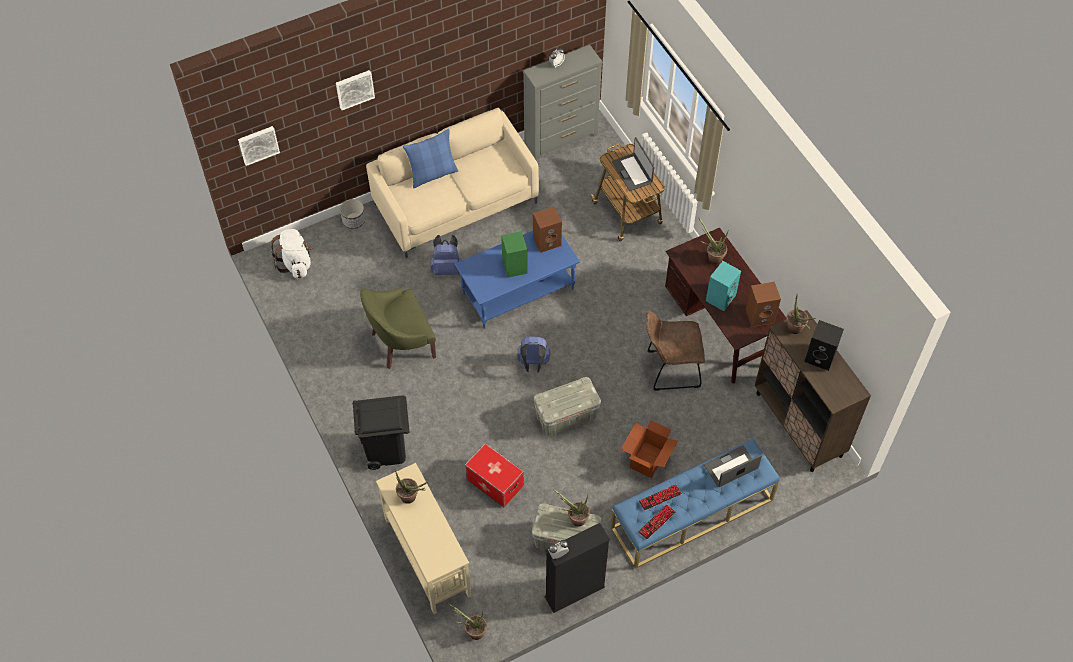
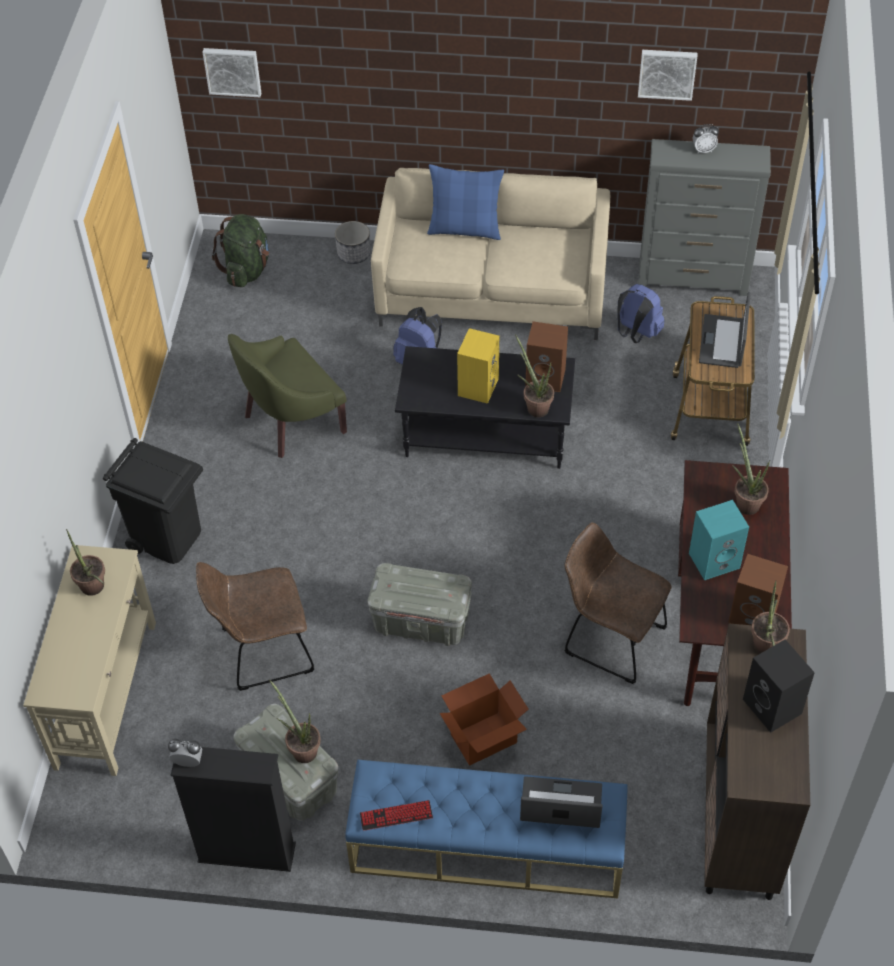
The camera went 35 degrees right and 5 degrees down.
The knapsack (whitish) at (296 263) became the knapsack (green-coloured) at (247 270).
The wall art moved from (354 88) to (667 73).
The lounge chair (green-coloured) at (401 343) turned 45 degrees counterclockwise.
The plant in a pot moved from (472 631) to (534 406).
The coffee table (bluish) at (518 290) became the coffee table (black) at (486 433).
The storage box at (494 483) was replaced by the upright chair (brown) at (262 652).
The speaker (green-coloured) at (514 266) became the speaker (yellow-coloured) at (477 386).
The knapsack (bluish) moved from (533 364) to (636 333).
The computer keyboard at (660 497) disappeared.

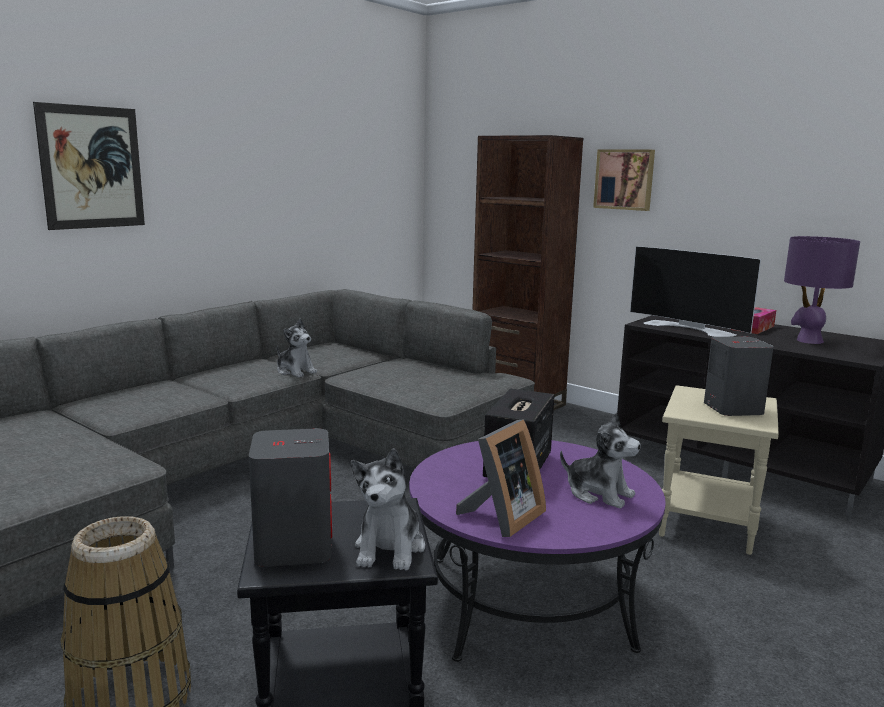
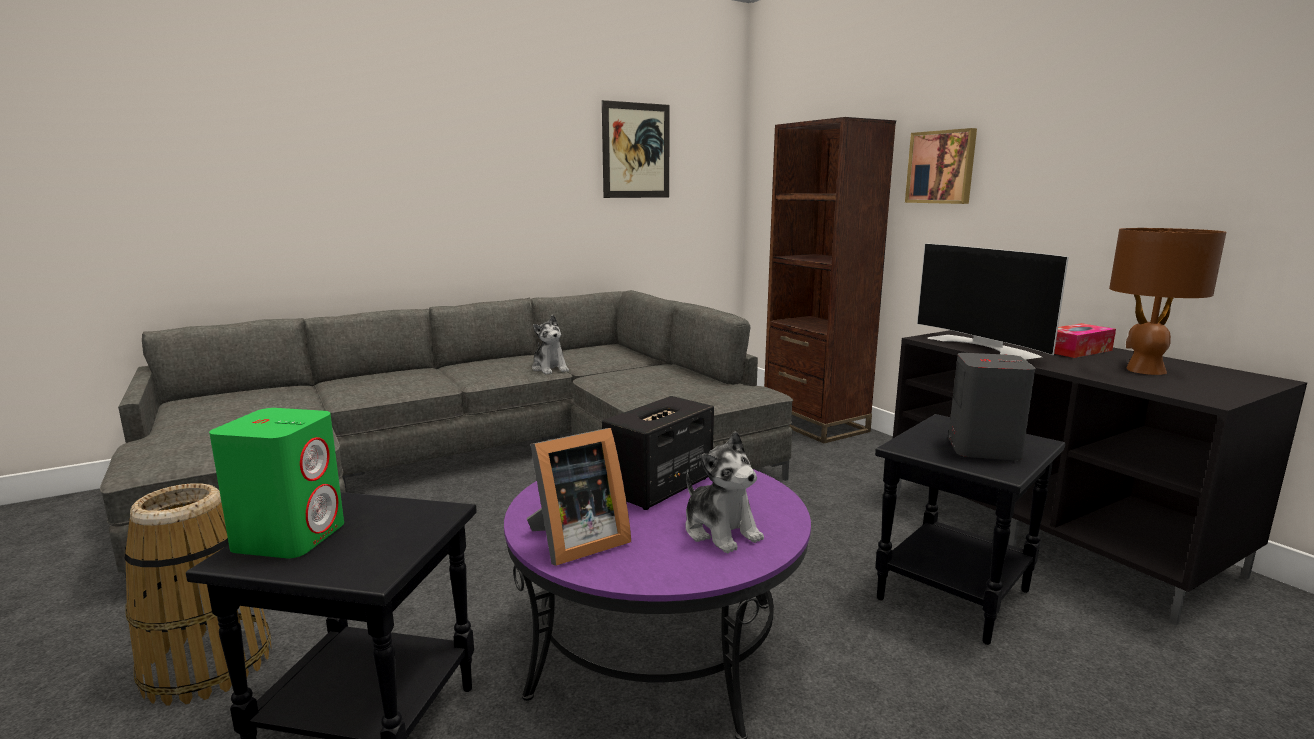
The camera went 20 degrees right and 0 degrees up.
The wall art moved from (92 167) to (636 151).
The speaker (gray) at (293 546) became the speaker (green-coloured) at (290 537).
The soft toy at (390 548) disappeared.
The side table (beige-coloured) at (709 525) became the side table (black) at (955 596).
The lamp for a table (purple-coloured) at (809 340) became the lamp for a table (brown) at (1144 370).

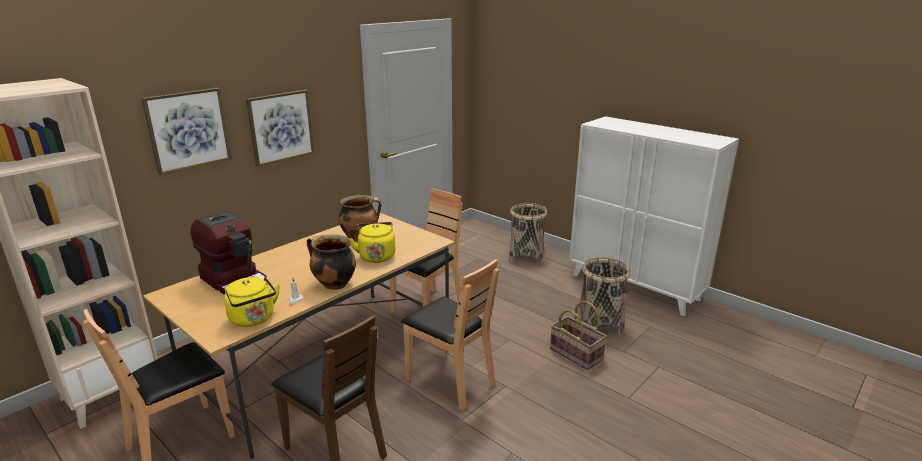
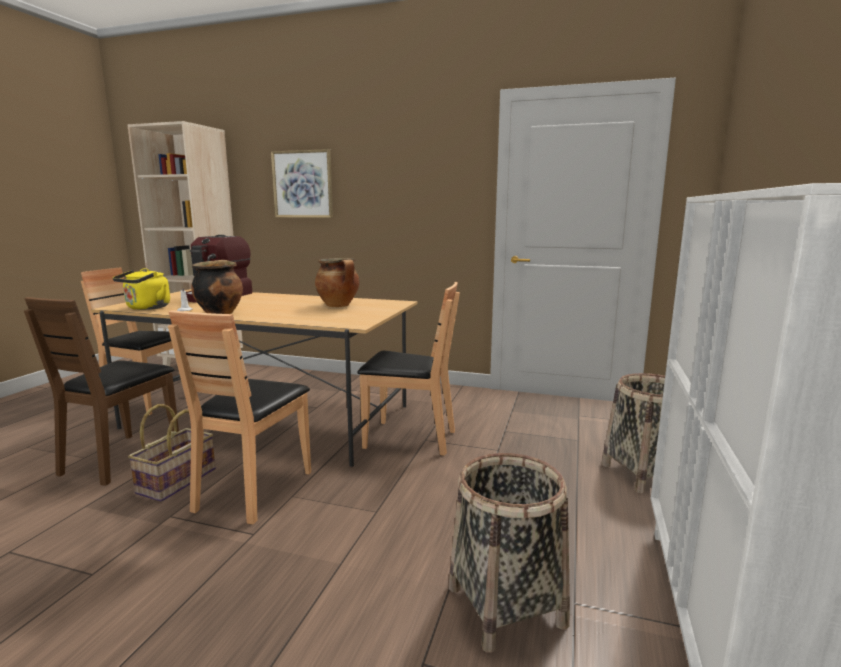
The camera went 65 degrees right and 10 degrees down.
The wall art at (281 127) disappeared.
The kettle (yellow-coloured) at (376 256) disappeared.
The household basket moved from (576 354) to (177 481).

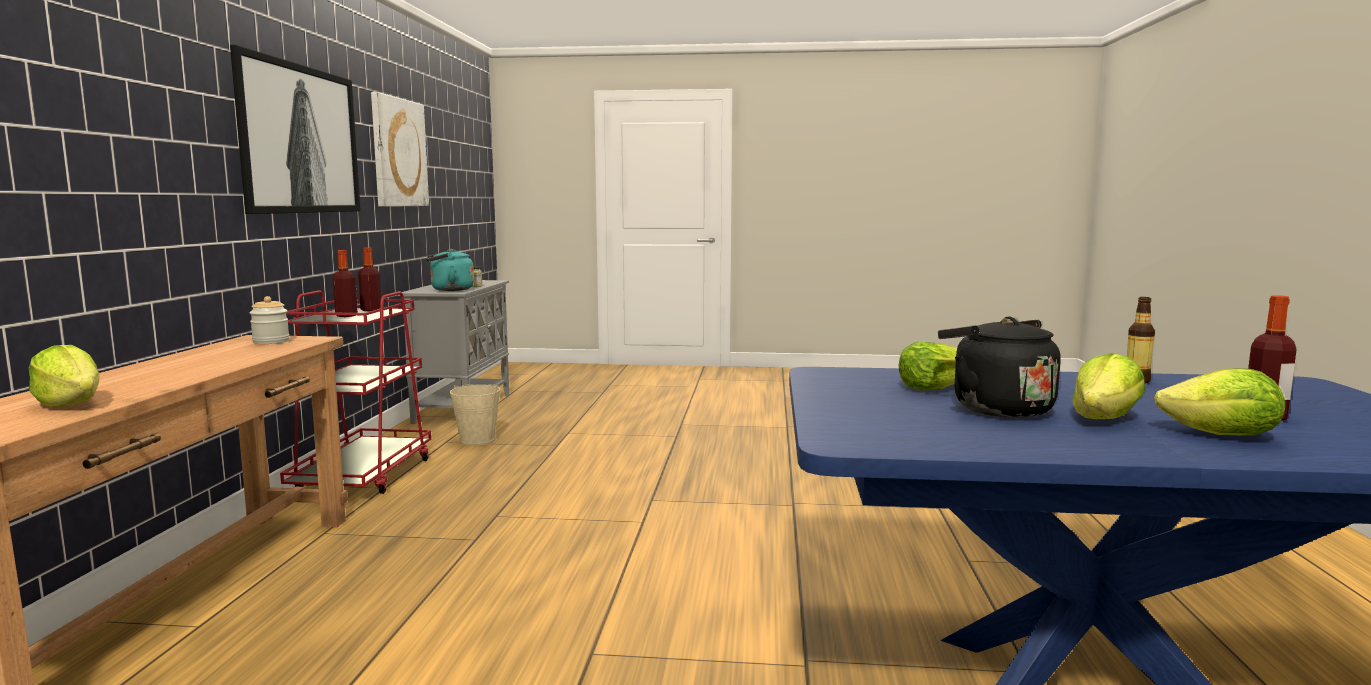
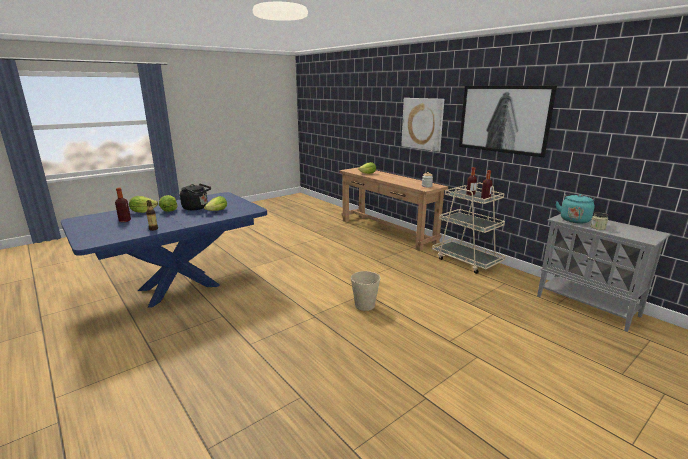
The camera went 135 degrees right and 10 degrees up.
The cart (red) at (364 476) became the cart (beige-coloured) at (466 261).
The wall art moved from (398 153) to (422 124).
The water bucket (beige-coloured) moved from (477 440) to (364 305).

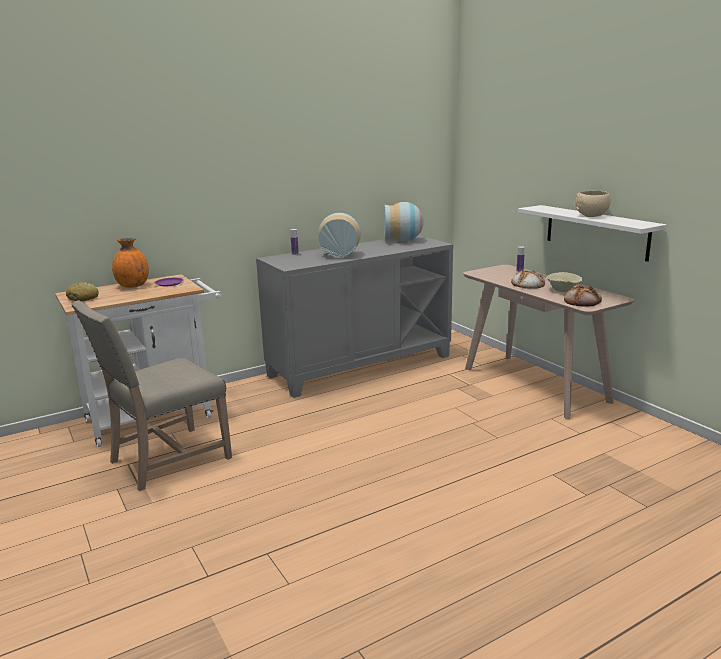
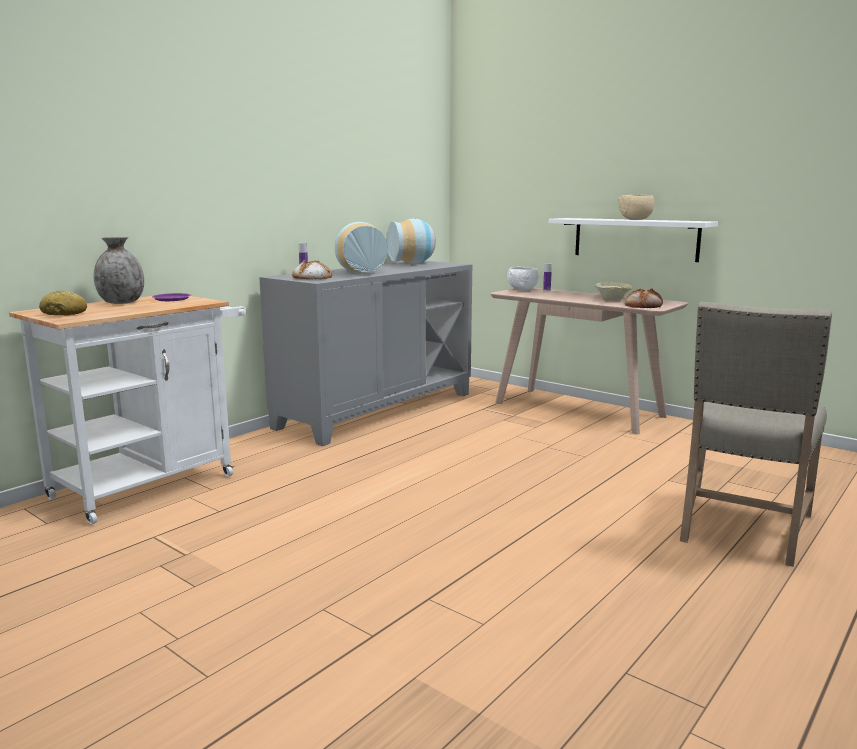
The camera went 20 degrees left and 5 degrees down.
The upright chair (beige-coloured) moved from (166 460) to (742 528).
The decorative vase (orangey) at (133 286) became the decorative vase (gray) at (121 302).
The bread moved from (527 284) to (312 277).
The deep dish (whitish) at (523 289) appeared.

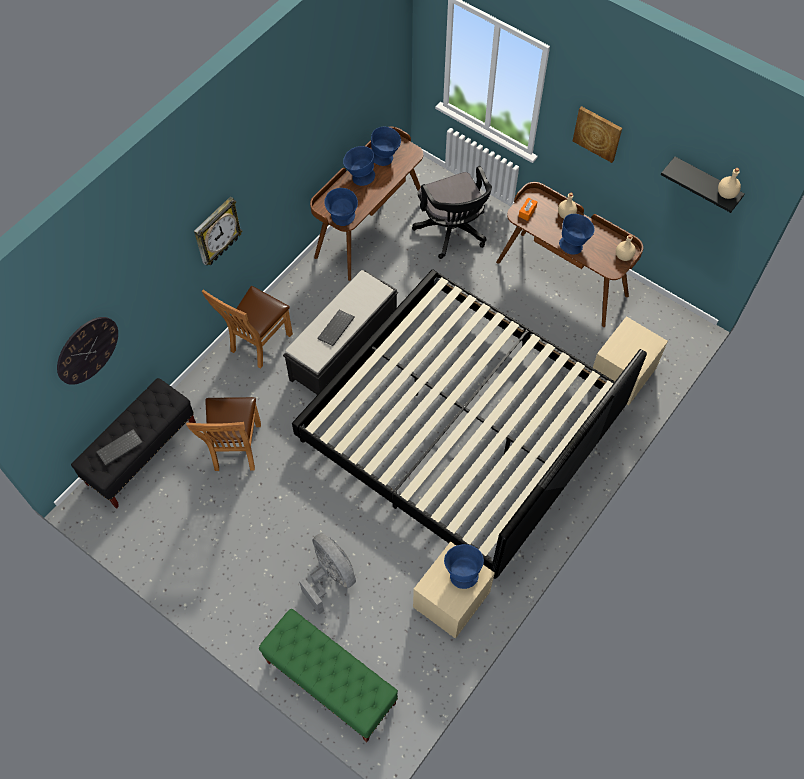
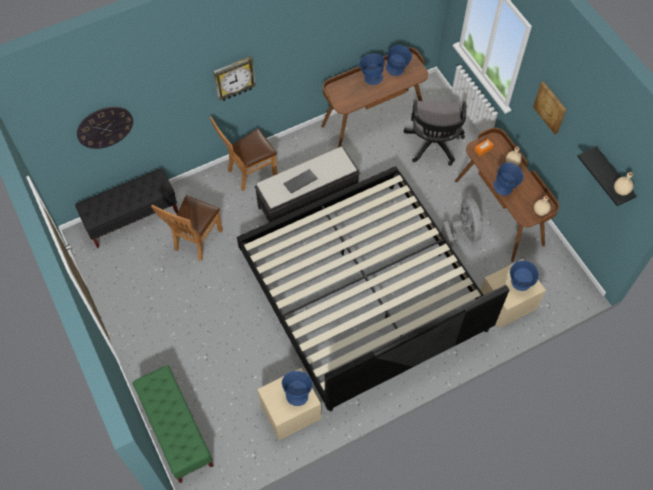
The camera went 25 degrees right and 0 degrees up.
The computer keyboard at (120 448) disappeared.
The cooling fan (gray) moved from (330 577) to (463 233).
The deep dish (bluish) moved from (342 220) to (519 285).

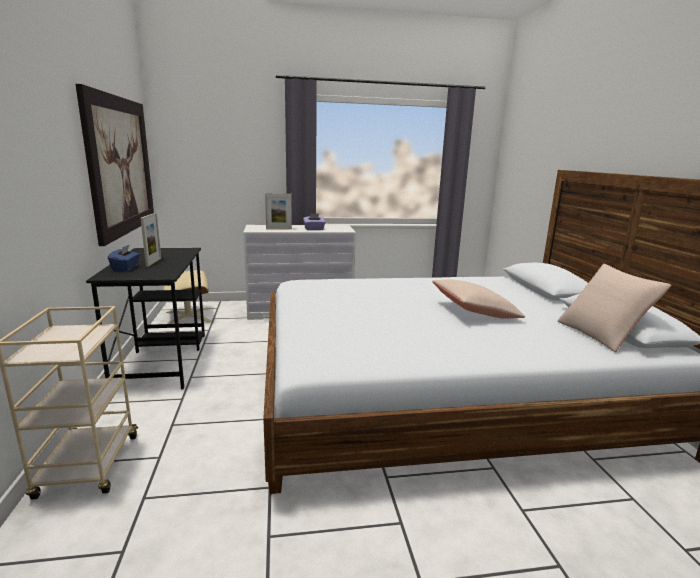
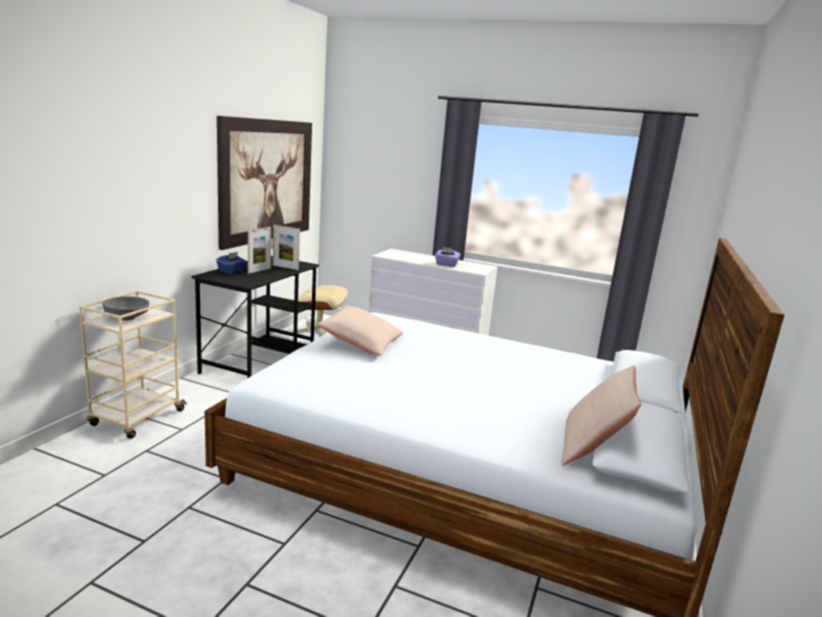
The camera went 30 degrees right and 0 degrees up.
The picture frame moved from (279 229) to (285 267).
The throw pillow (beige-coloured) moved from (474 311) to (361 342).
The deep dish (gray) at (126 318) appeared.

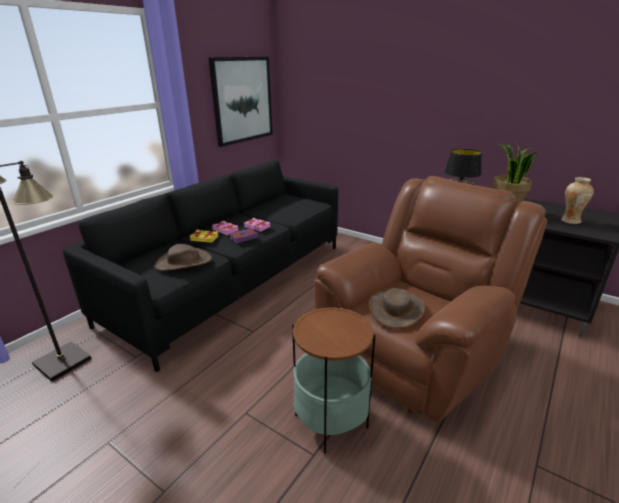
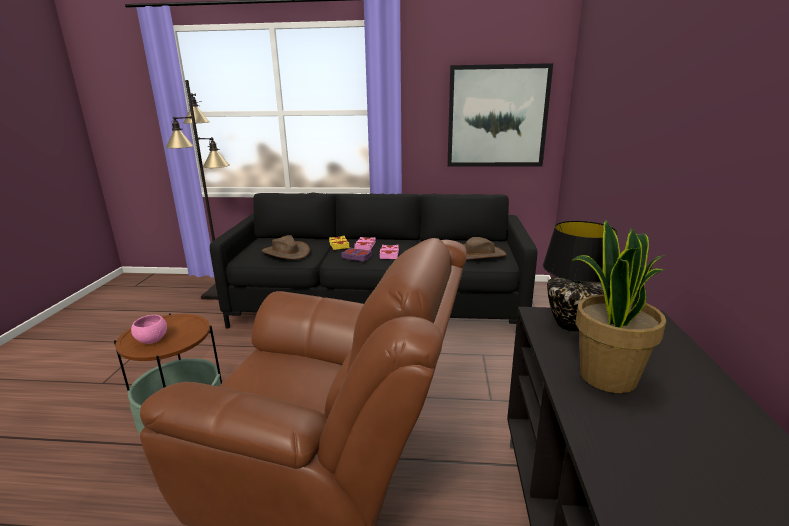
The camera went 60 degrees right and 5 degrees down.
The clothing hat (brown) moved from (396 309) to (479 254).
The decorative vase at (570 221) disappeared.
The deep dish (pink) at (152 340) appeared.

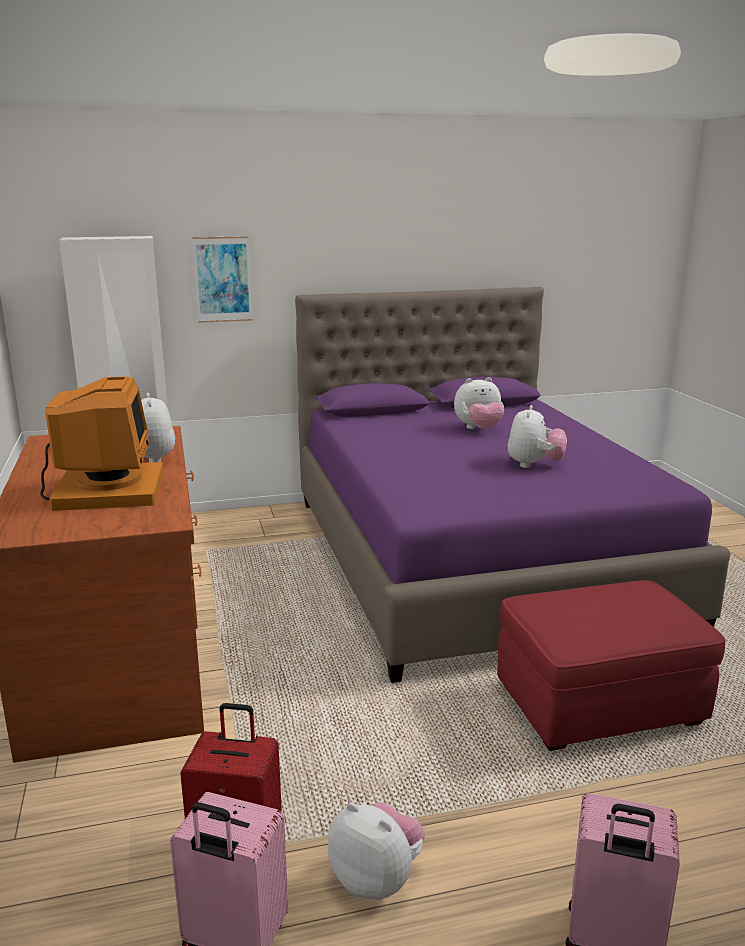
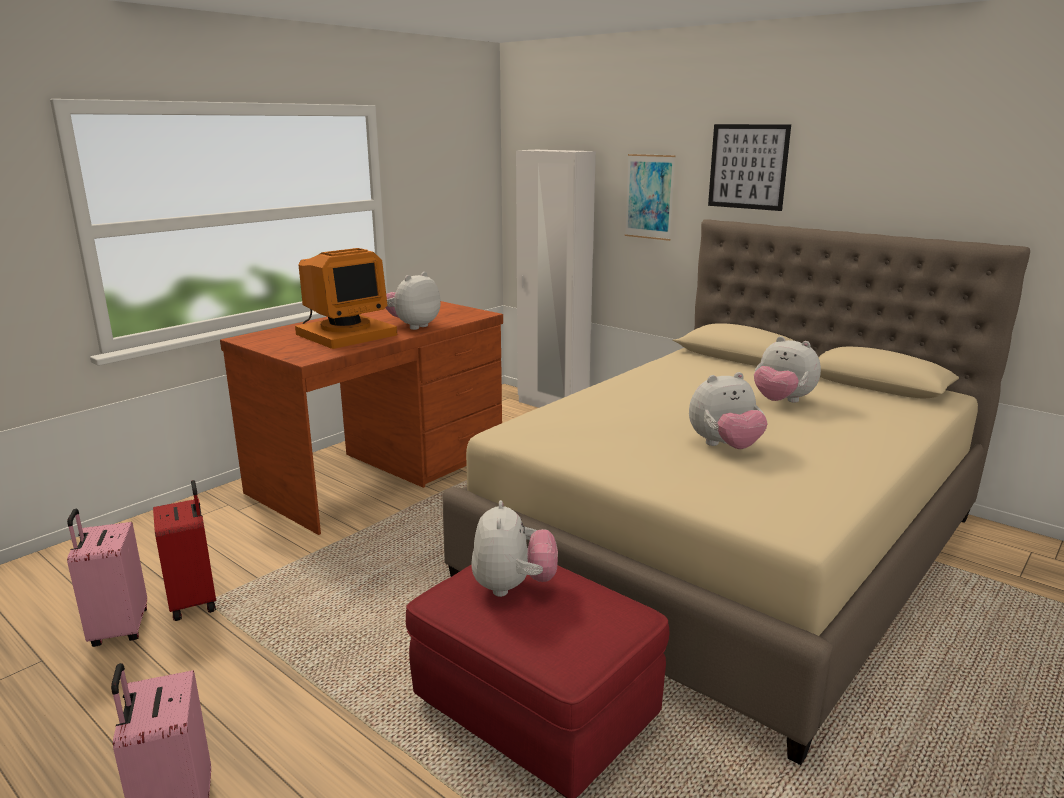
The camera went 55 degrees right and 0 degrees up.
The sleeping bed (purple-coloured) at (474 559) became the sleeping bed (beige-coloured) at (729 548).
The soft toy moved from (377 879) to (513 587).
The wall art at (748 166) appeared.

